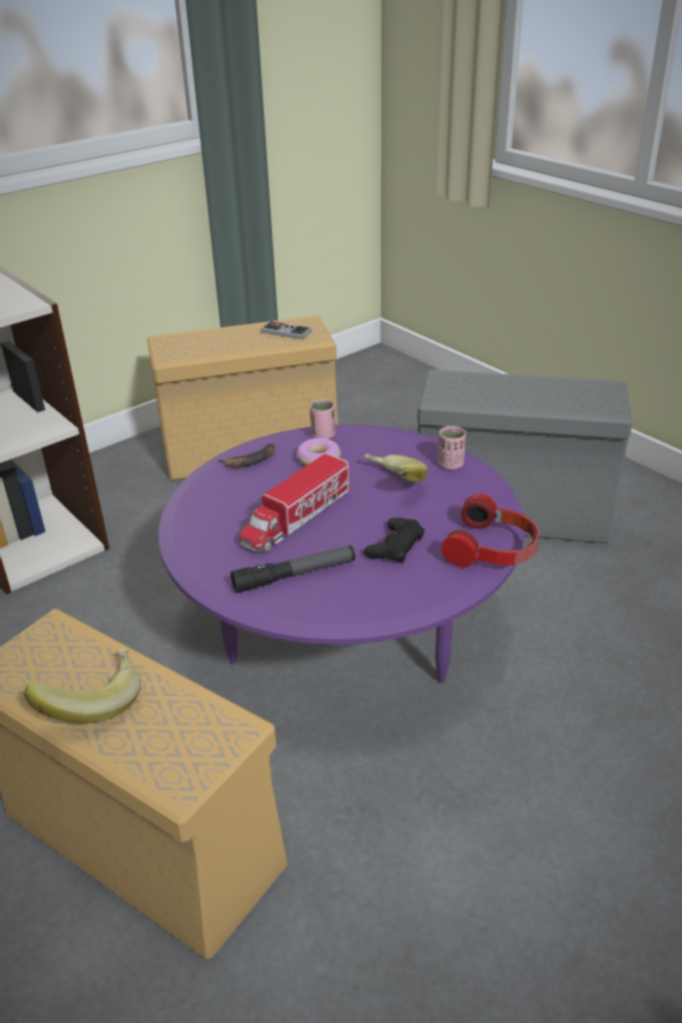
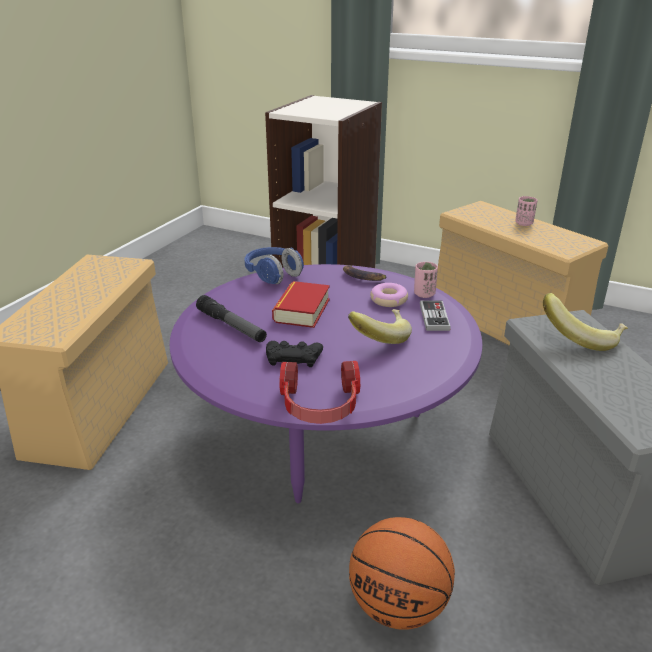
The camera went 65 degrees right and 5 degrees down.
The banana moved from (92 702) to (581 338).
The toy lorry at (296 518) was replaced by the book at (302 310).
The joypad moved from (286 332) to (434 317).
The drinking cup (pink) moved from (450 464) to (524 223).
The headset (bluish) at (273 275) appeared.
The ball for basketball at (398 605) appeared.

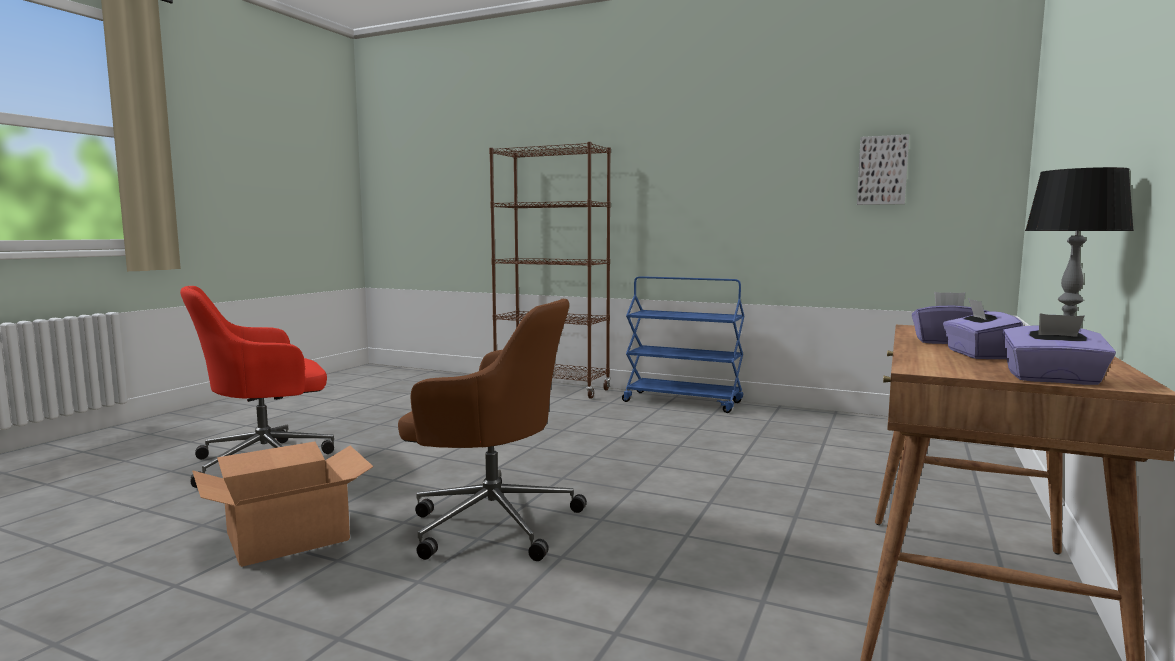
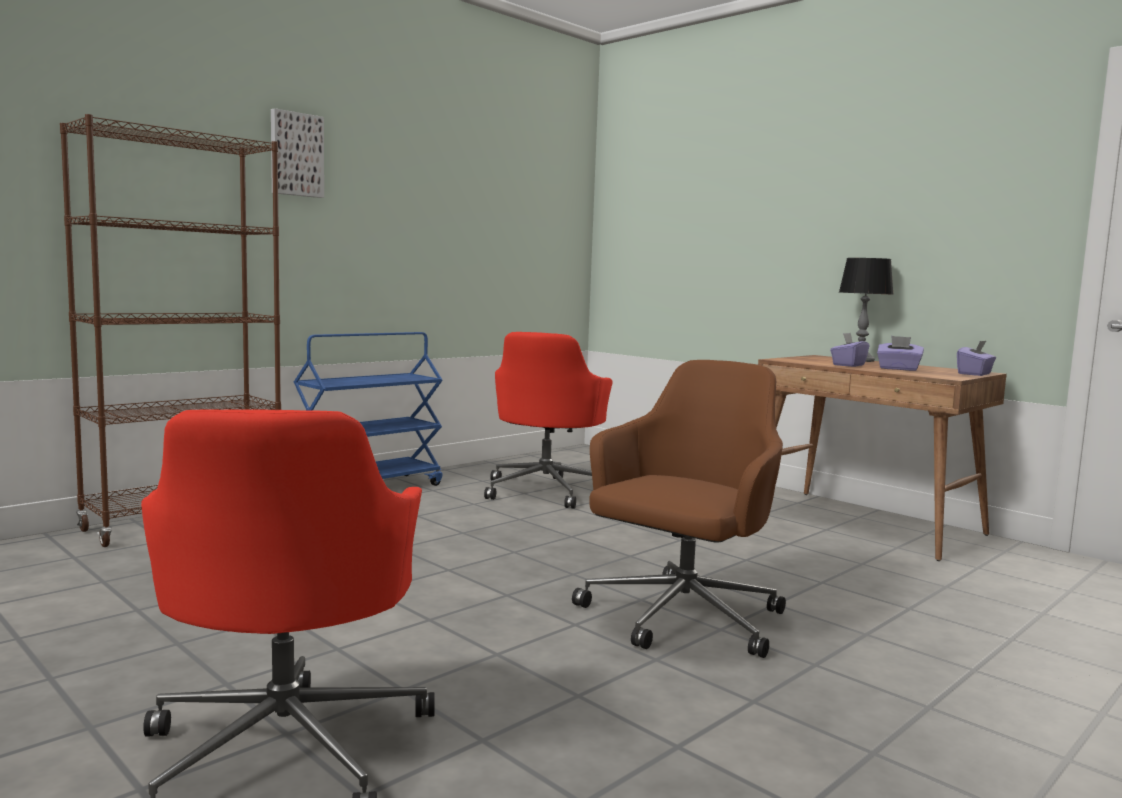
The camera went 70 degrees left and 0 degrees up.
The cardboard box at (287 536) disappeared.
The wall art moved from (882 170) to (296 154).
The desk chair (red) at (546 490) appeared.

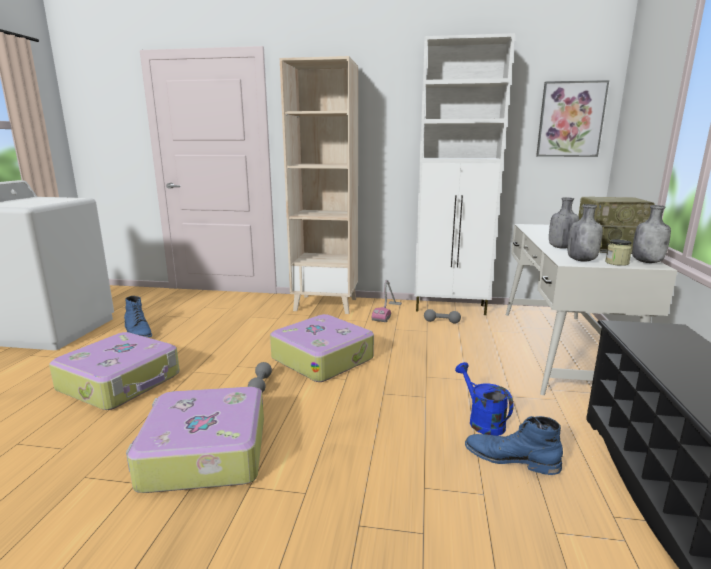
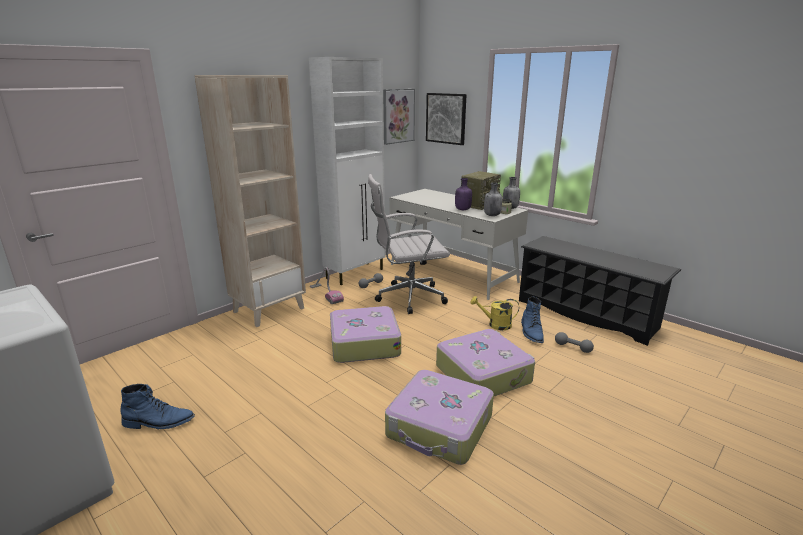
The camera went 55 degrees left and 5 degrees up.
The suitcase moved from (121 382) to (483 373).
The free weight (gray) moved from (260 385) to (573 347).
The watering can (bluish) at (482 421) became the watering can (yellow-coloured) at (495 324).
The boot (bluish) at (511 458) turned 60 degrees counterclockwise.
The drink bottle (gray) at (560 247) became the drink bottle (purple-coloured) at (462 209).
The desk chair (whitish) at (407 298) appeared.
The wall art at (446 118) appeared.

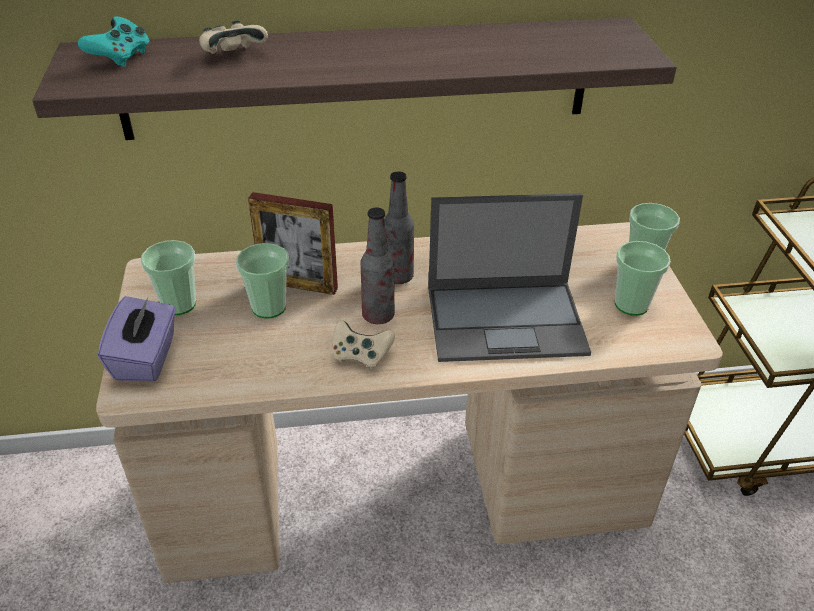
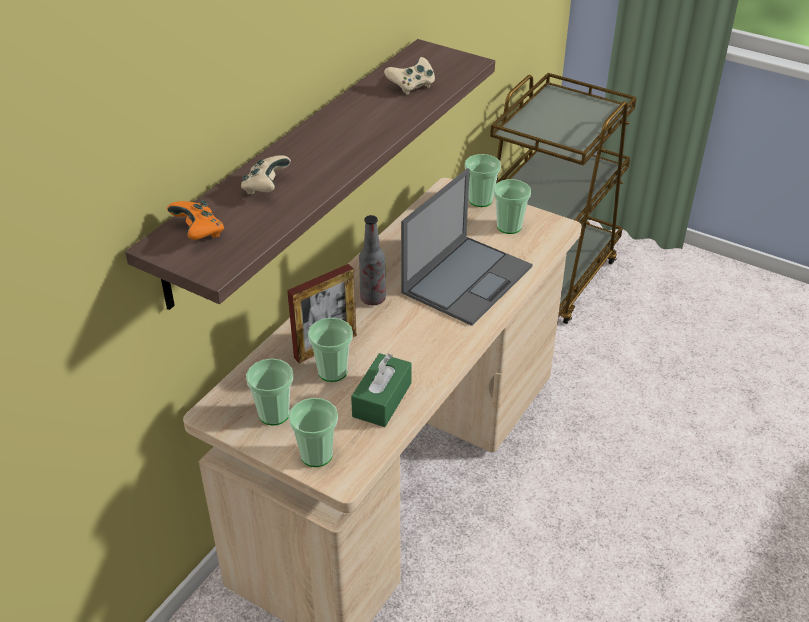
The camera went 50 degrees left and 0 degrees up.
The joypad (turquoise-coloured) at (120 57) became the joypad (orangey) at (199 232).
The box of tissues (purple-coloured) at (146 358) was replaced by the drinking cup at (316 455).
The joypad (beige-coloured) moved from (360 356) to (411 86).
The drink bottle at (378 316) disappeared.
The box of tissues (green-coloured) at (382 399) appeared.

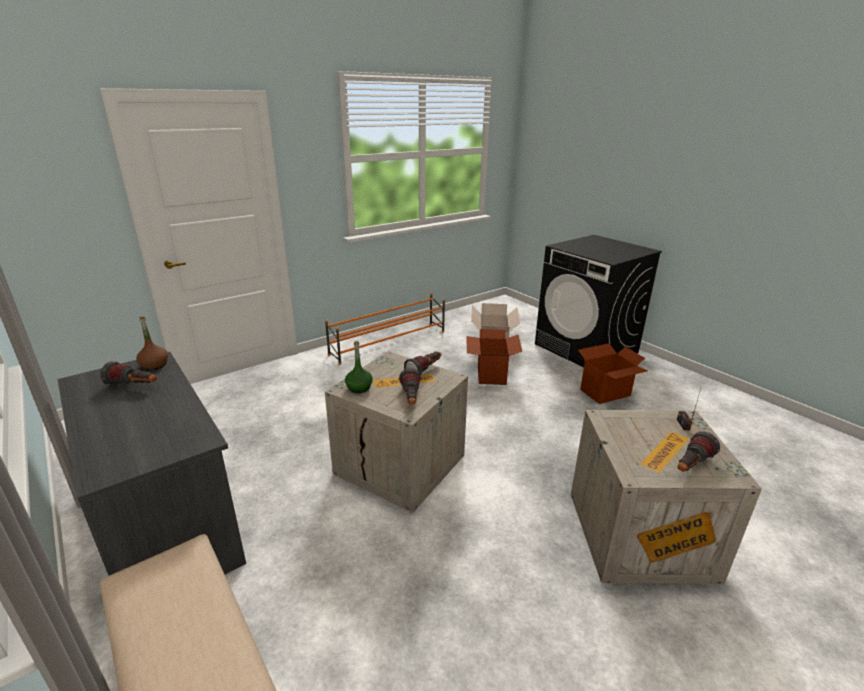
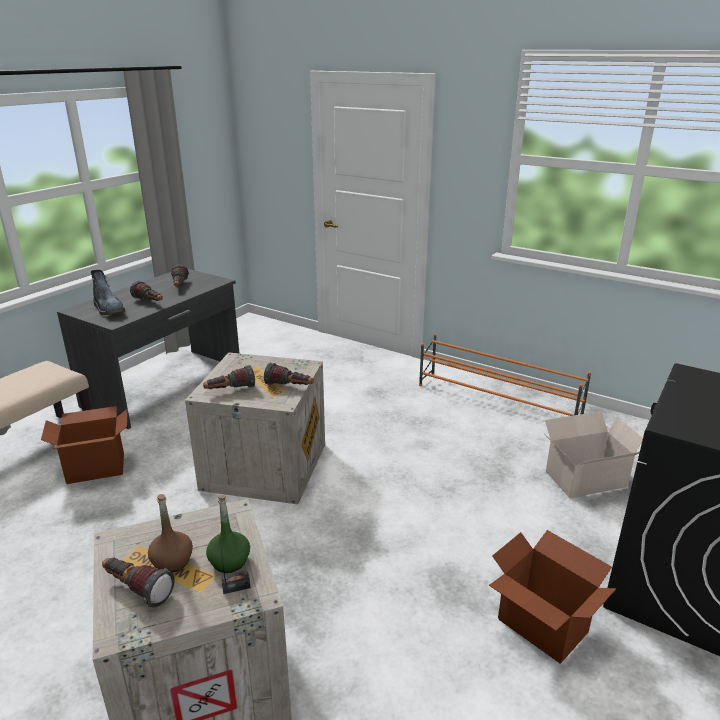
The camera went 70 degrees right and 0 degrees up.
The drink bottle (brown) moved from (154 365) to (172 561).
The drink bottle (green-coloured) moved from (359 388) to (229 561).
The cardboard box moved from (490 375) to (96 468).
The boot at (109 309) appeared.
The flashlight at (150 302) appeared.

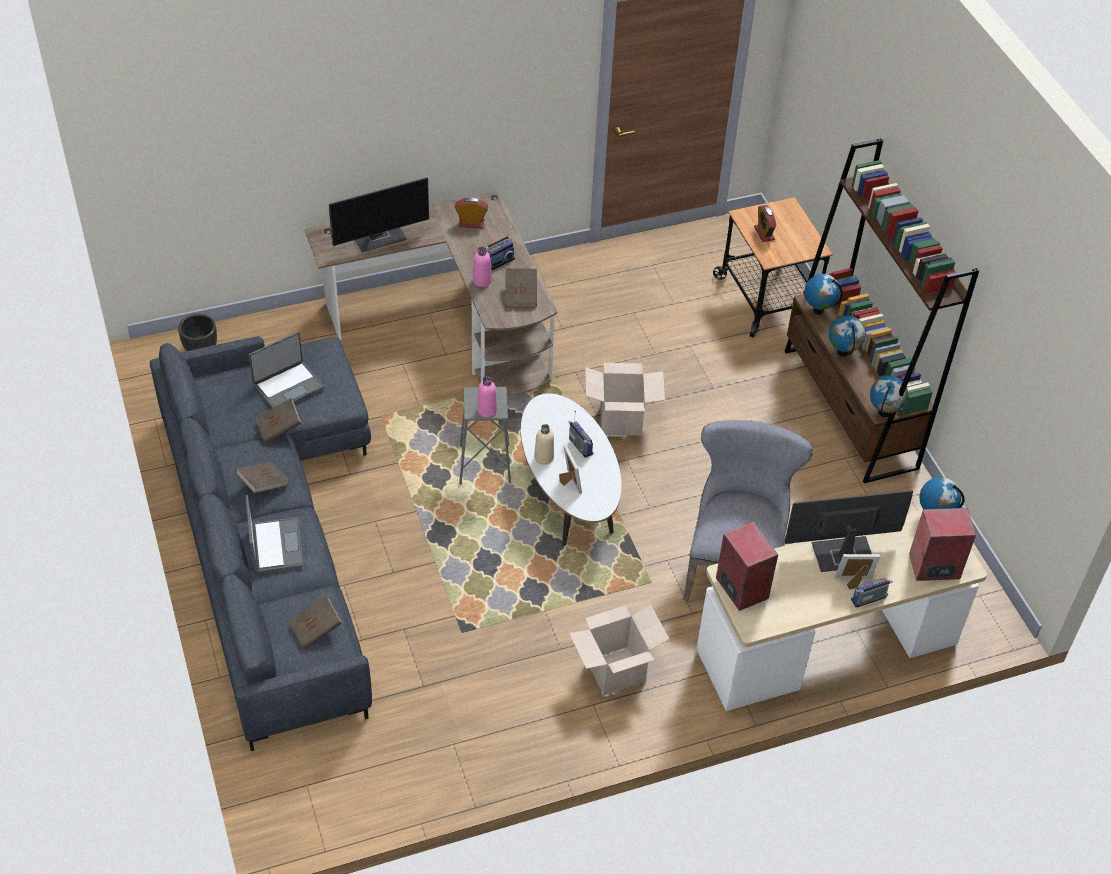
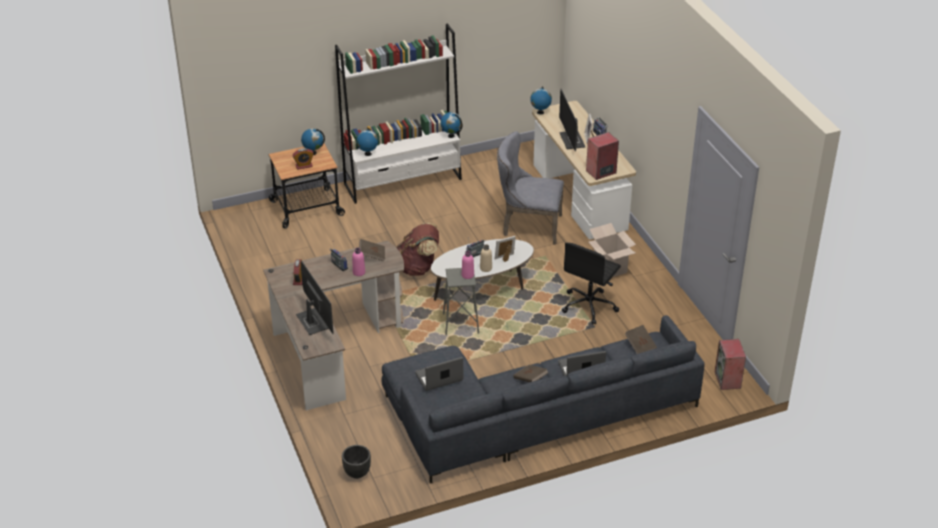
The camera went 90 degrees left and 10 degrees down.
The portable computer at (288 386) turned 75 degrees counterclockwise.
The book (brown) at (279 428) disappeared.
The cardboard box at (620 421) was replaced by the knapsack (brown) at (418 268).
The shelving unit (brown) at (849 409) became the shelving unit (whitish) at (403 181).
The globe moved from (842 352) to (313 153).
The speaker moved from (933 567) to (728 380).
The desk chair (black) at (589 306) appeared.

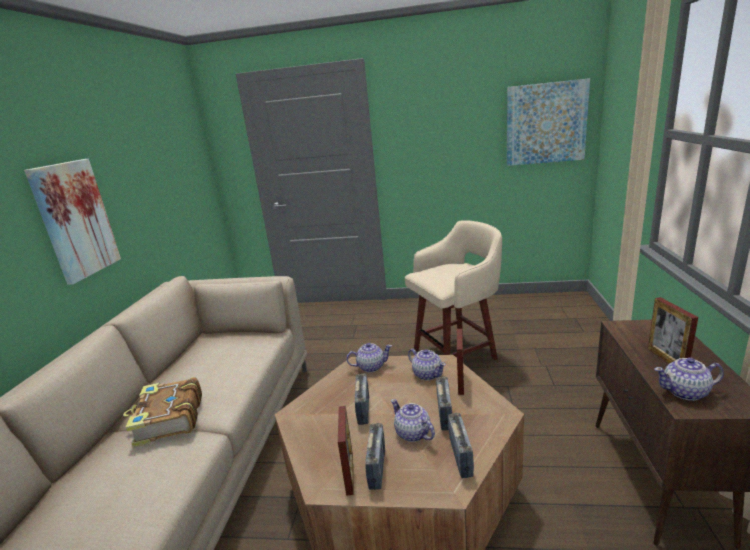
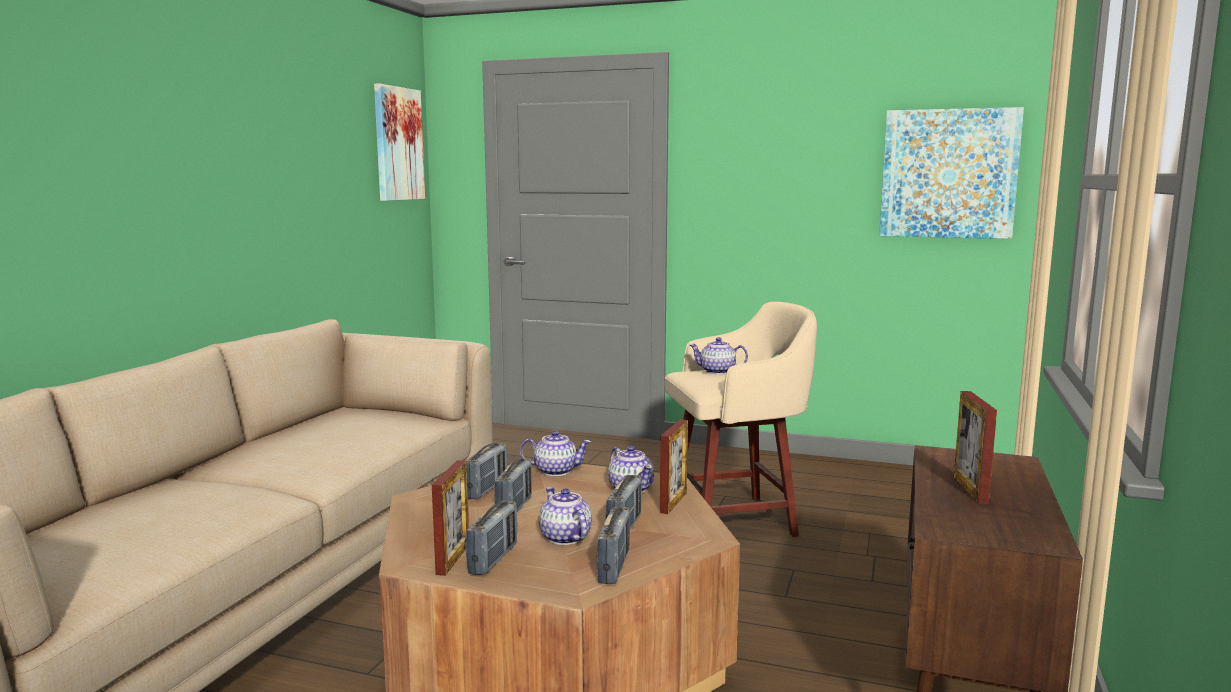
The camera went 10 degrees right and 10 degrees down.
The wall art moved from (75 220) to (398 144).
The book at (168 420) disappeared.
The tea pot moved from (685 392) to (718 371).
The radio set at (486 489) appeared.

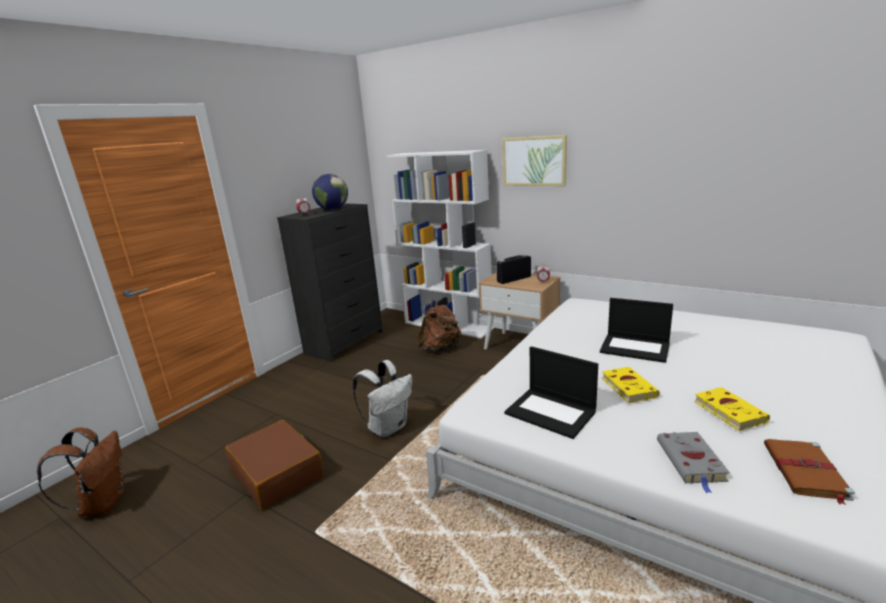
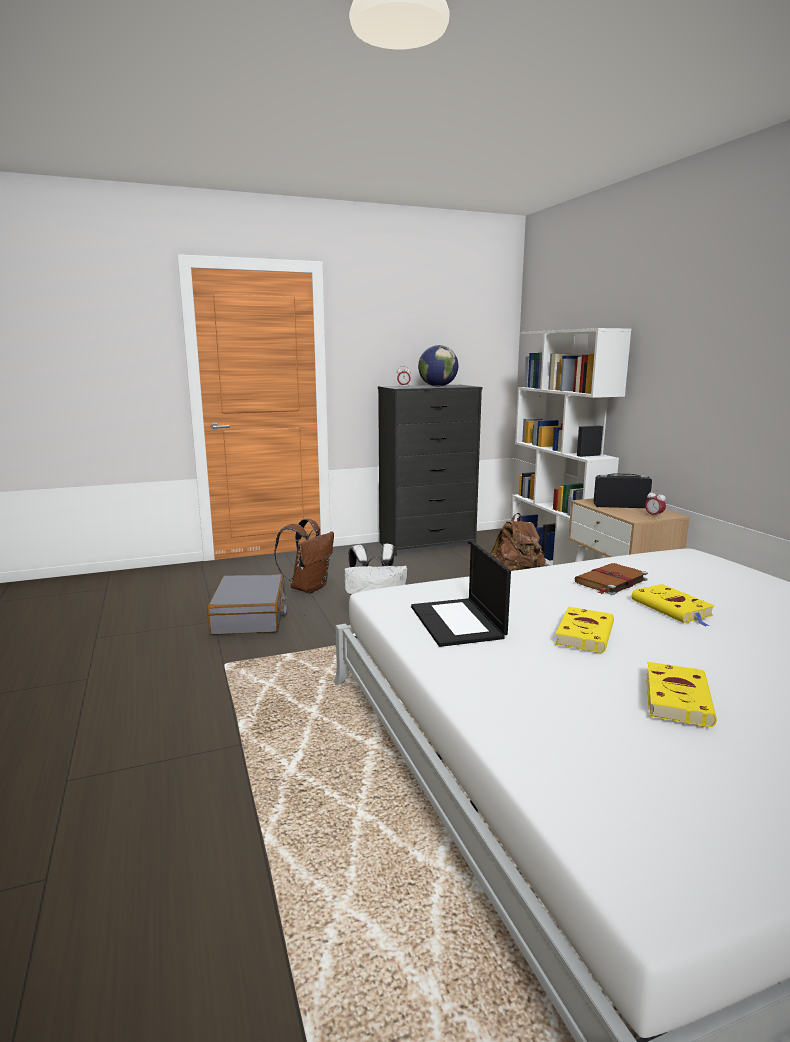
The camera went 35 degrees right and 5 degrees down.
The knapsack (brown) moved from (102 503) to (308 588).
The suitcase (brown) at (277 473) became the suitcase (gray) at (250 617).
The wall art at (534 161) disappeared.
The portable computer at (635 348) was replaced by the book (yellow-coloured) at (673 609).
The book (gray) at (691 462) disappeared.
The book (brown) moved from (805 472) to (610 581).

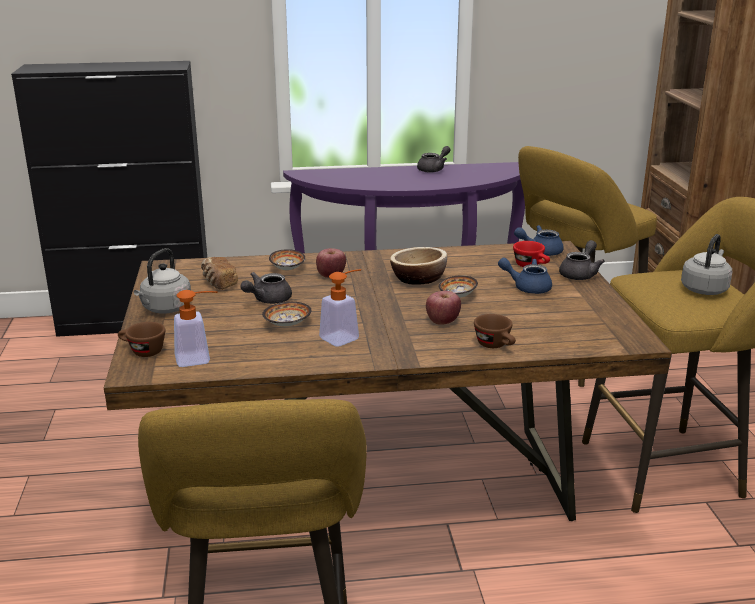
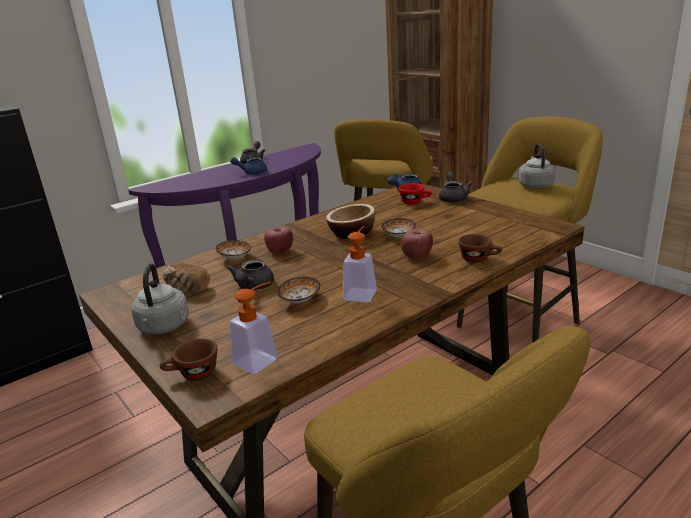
The camera went 30 degrees left and 0 degrees up.
The tea pot (bluish) moved from (527 287) to (252 172).

